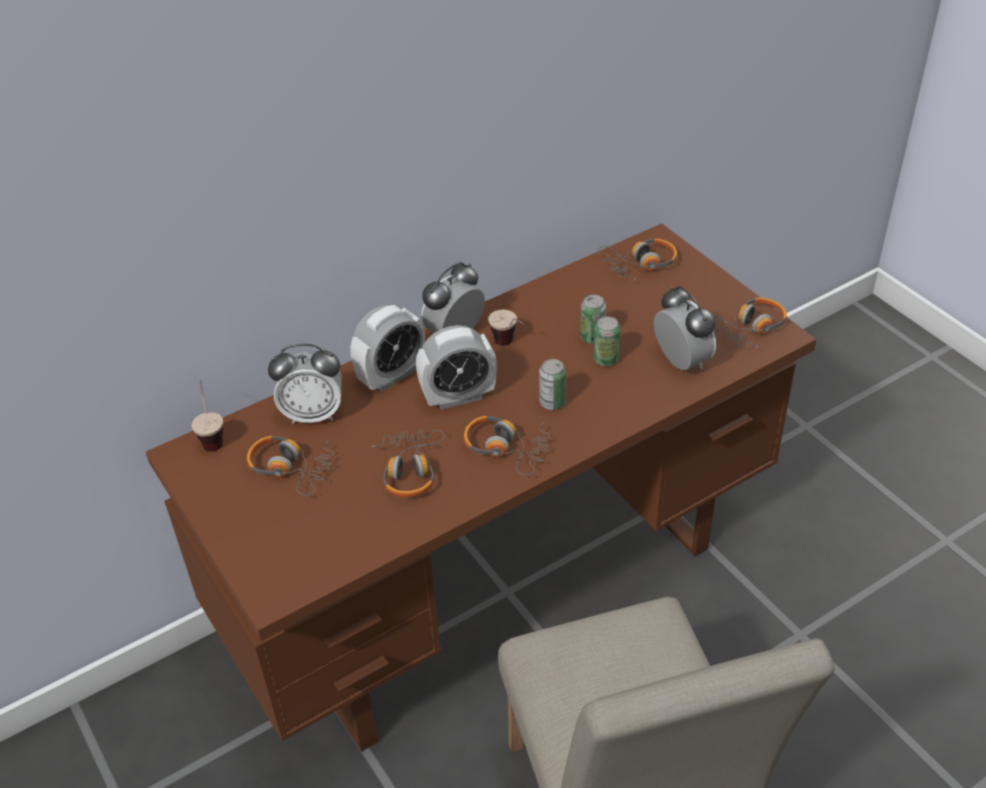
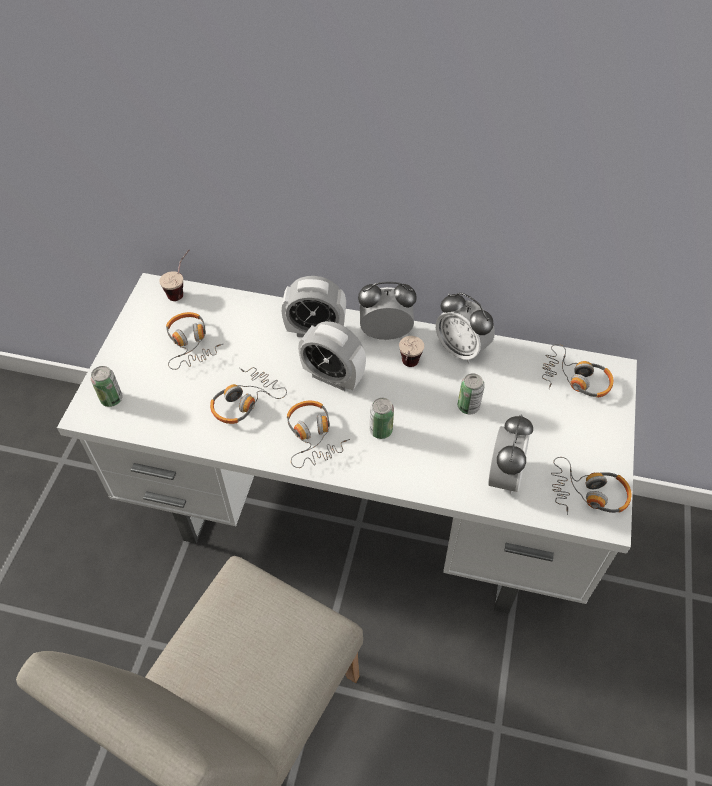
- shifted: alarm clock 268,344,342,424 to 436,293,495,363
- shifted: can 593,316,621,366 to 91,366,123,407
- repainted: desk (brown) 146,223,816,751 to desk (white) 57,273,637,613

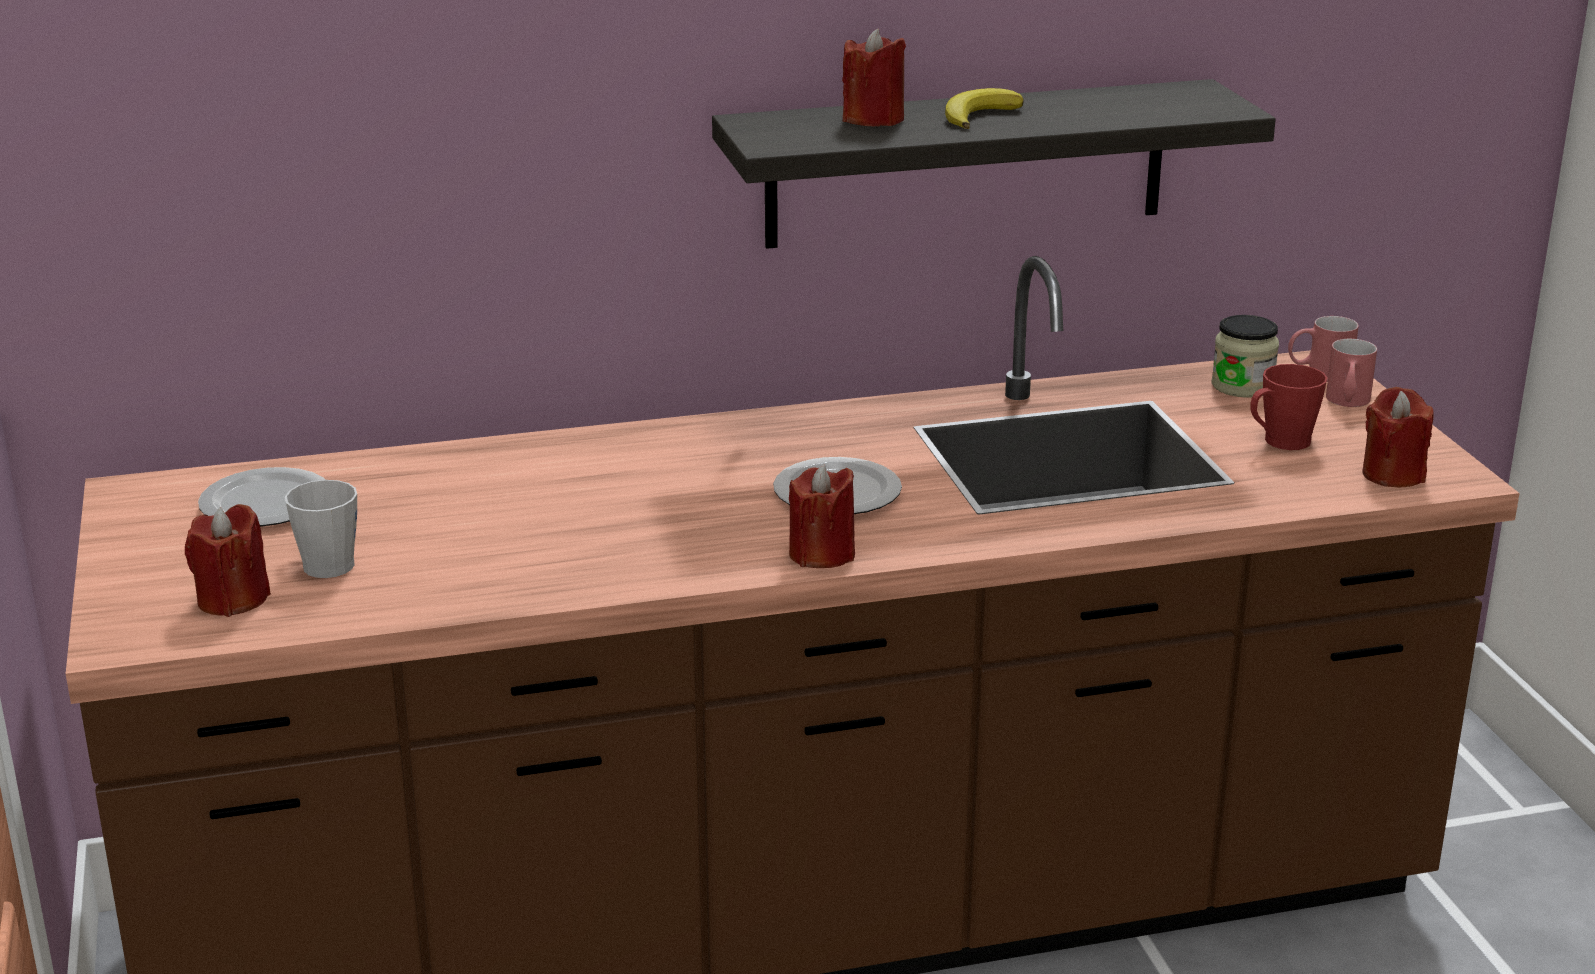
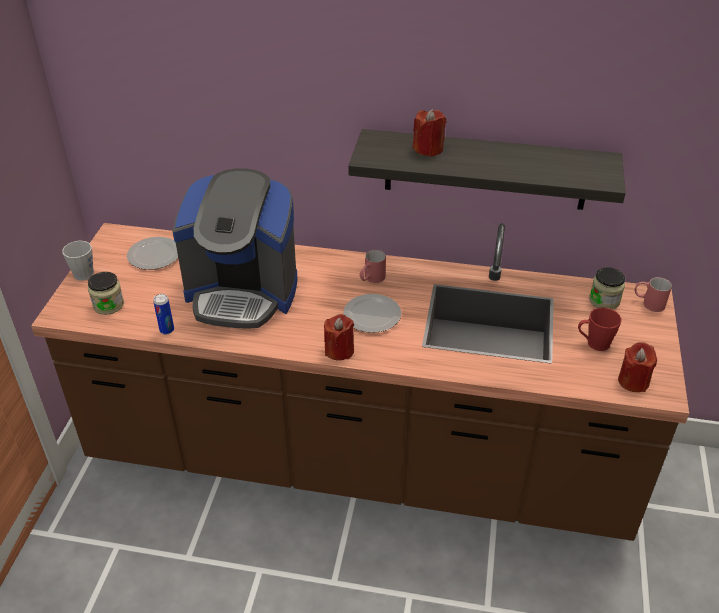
- gone: banana 945,88,1024,129
- new: can 153,294,174,334
- new: coffee machine 172,168,298,329
- shifted: mug (grey) 285,480,357,578 to 62,240,94,281
- shifted: mug (red) 1326,339,1377,407 to 359,250,386,283
- swapped: candle (red) 185,504,271,617 to jar 88,272,124,315

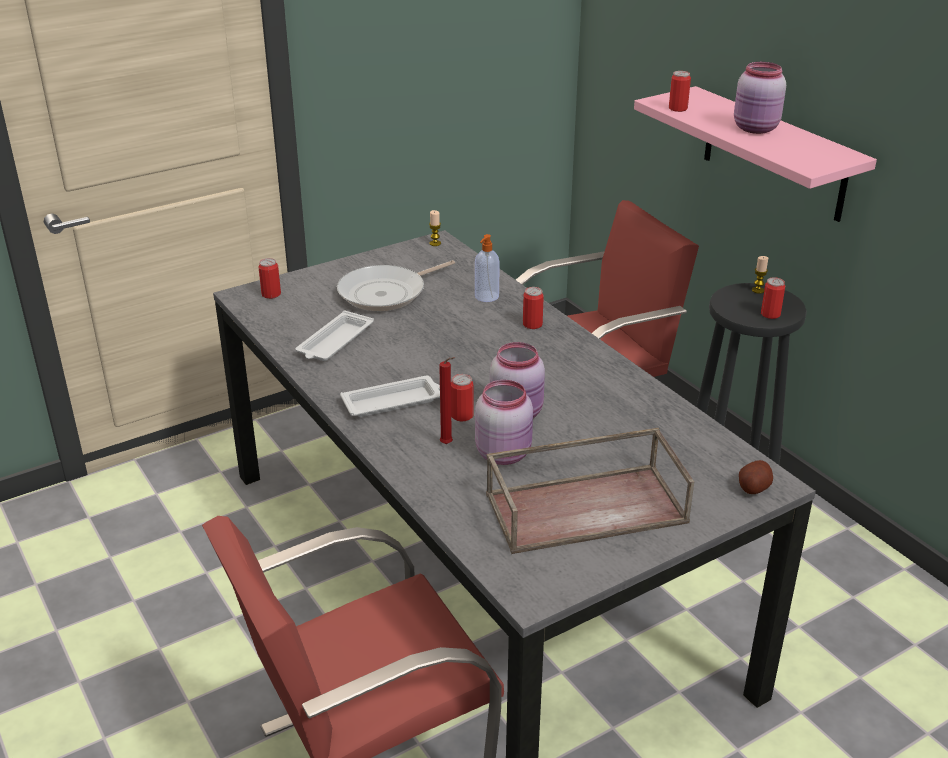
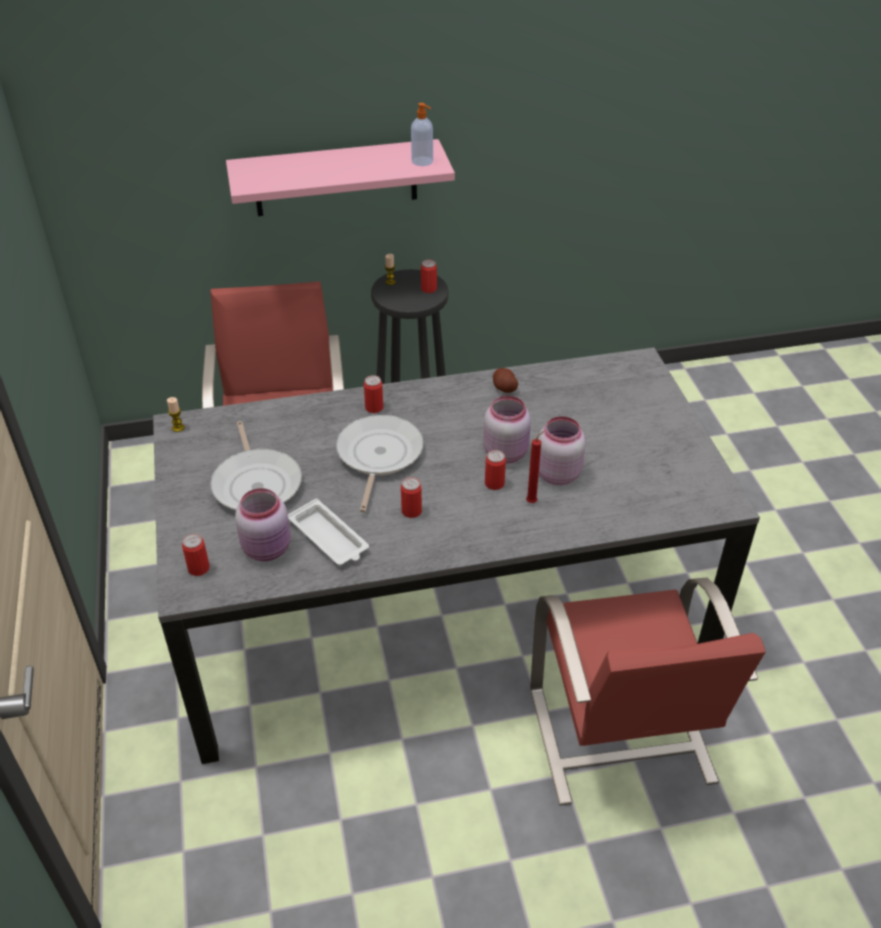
- gone: tray (white) 340,376,440,417
- gone: tray (brown) 486,428,694,554
- new: frying pan 336,415,424,512
- shifted: soap dispenser 475,234,500,302 to 411,103,433,166
- shifted: can 669,71,691,112 to 401,477,422,518
- shifted: jar (pink) 734,62,786,134 to 235,488,290,561
- shifted: potato 739,460,773,494 to 493,368,518,393

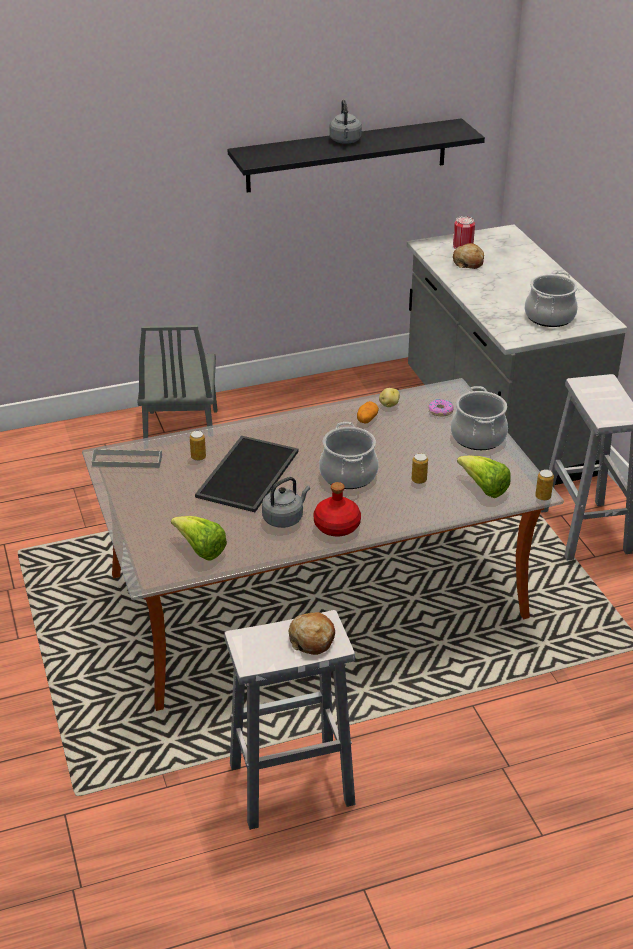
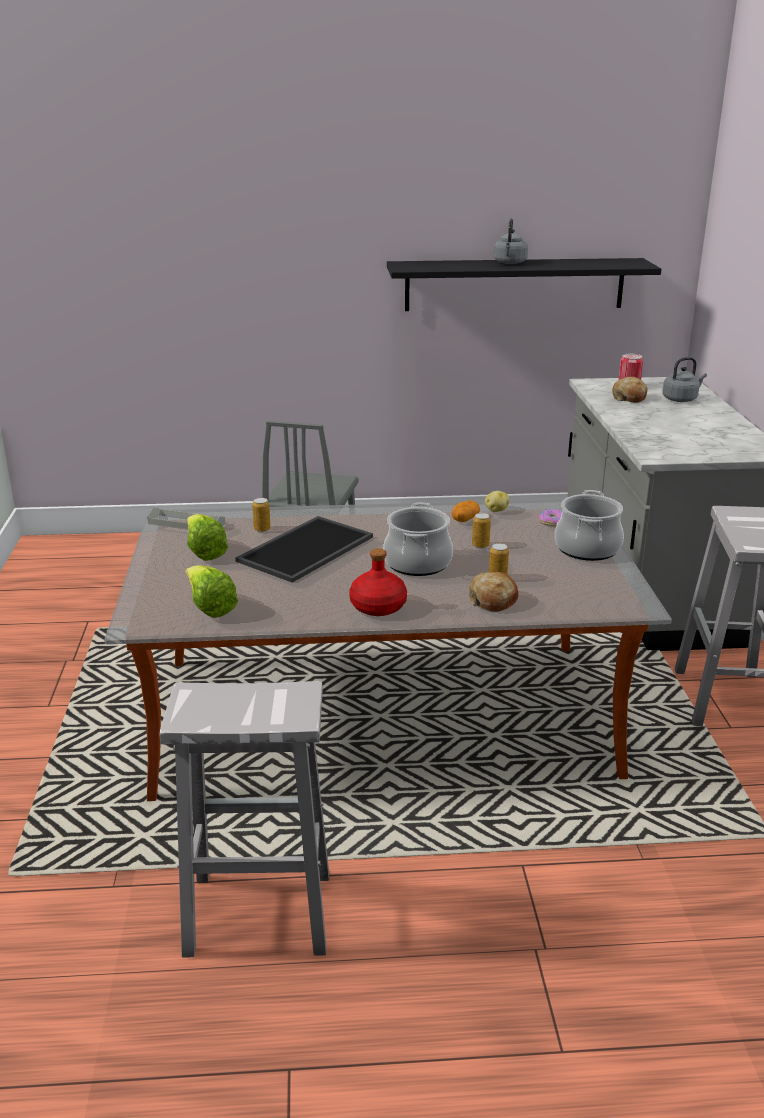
- gone: cooking pot 525,271,578,327
- shifted: kettle (grey) 262,477,310,528 to 662,357,707,402
- shifted: bread 289,612,335,655 to 469,572,518,612
- shifted: lettuce 457,456,511,498 to 187,514,228,561
- shifted: can 535,469,554,501 to 472,513,491,549

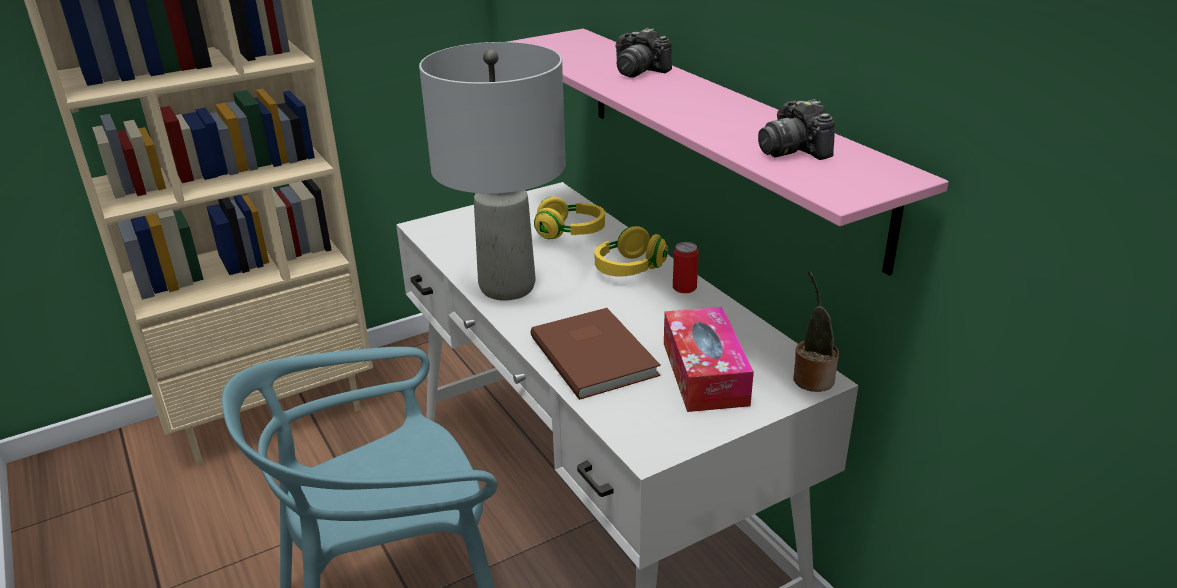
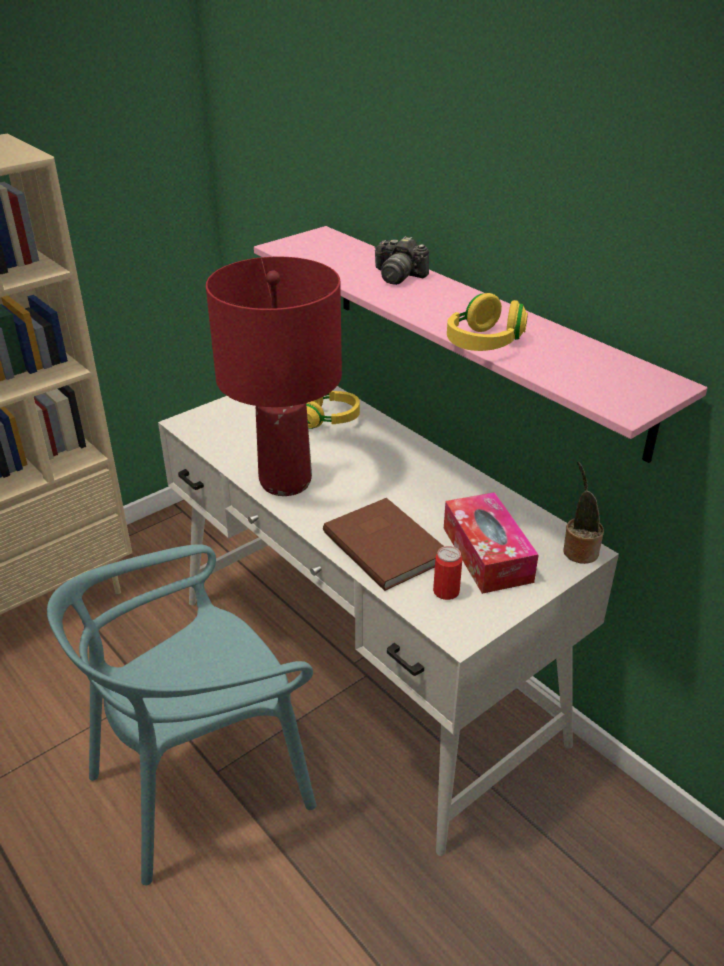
- gone: photo camera 758,99,835,160
- shifted: headphones (yellow) 595,226,668,277 to 447,293,528,351
- shifted: can 673,242,699,293 to 433,546,462,600
- repainted: table lamp (grey) 419,42,566,301 to table lamp (red) 206,257,342,496

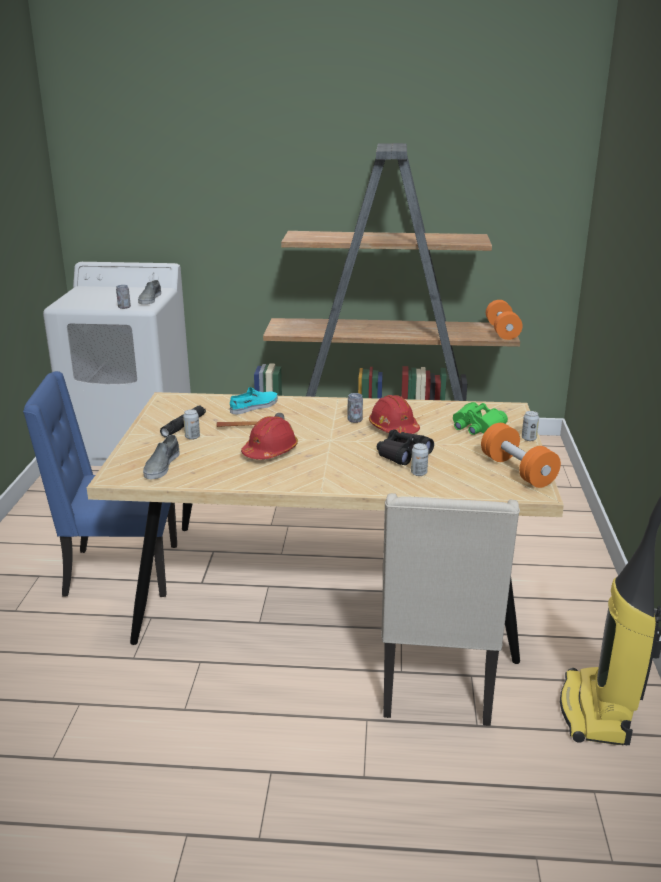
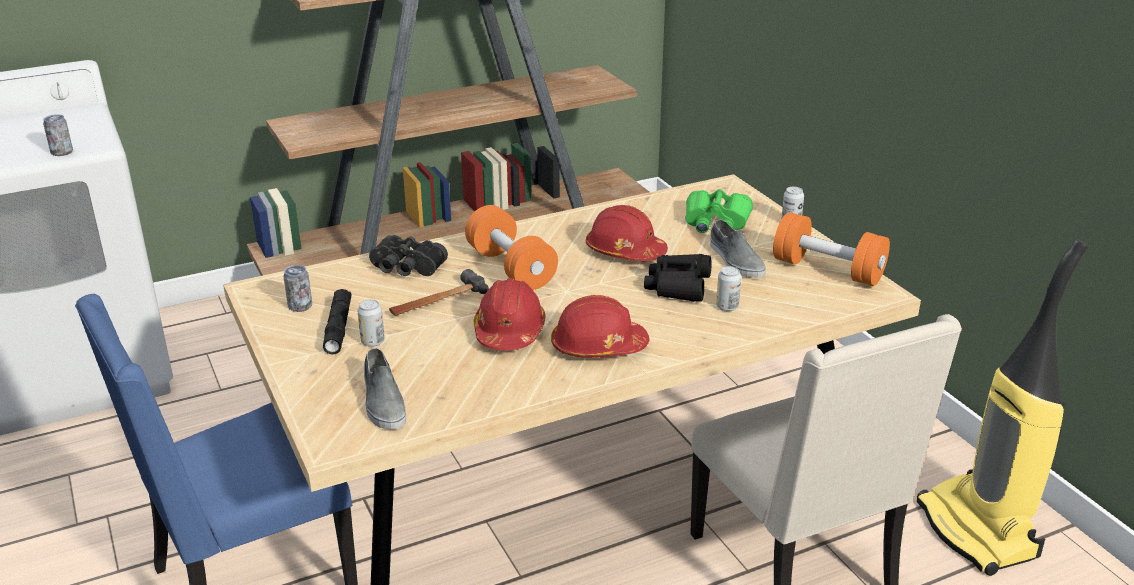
- new: hard hat (red) 551,295,649,358
- shifted: shoe (grey) 138,280,161,304 to 710,219,766,278
- shifted: can 347,393,363,423 to 283,265,312,312
- shifted: dumbbell (orange) 486,300,523,340 to 465,205,558,290
- swapped: shoe (turquoise) 230,387,278,414 to binoculars (black) 369,235,448,276

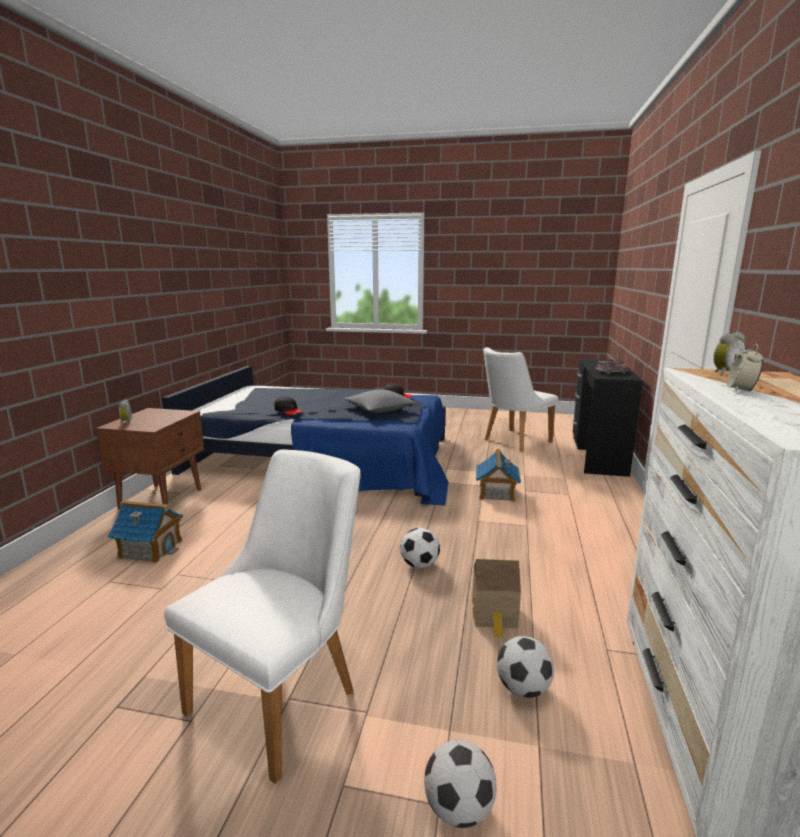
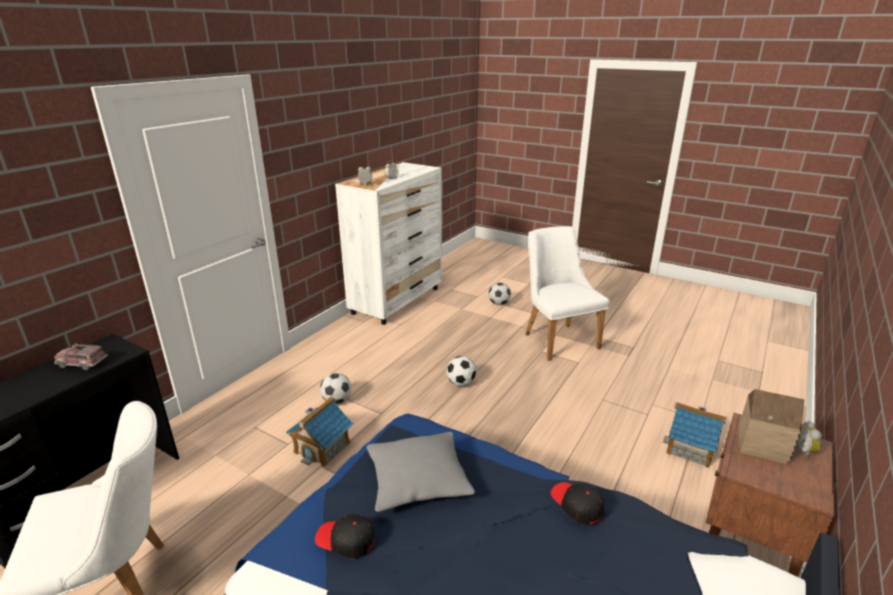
- shifted: toy house 472,559,521,638 to 738,389,805,465
- shifted: football 497,636,554,698 to 320,373,352,404
- rotated: chair (white) 164,449,361,784 = 525,226,610,361 105 degrees clockwise

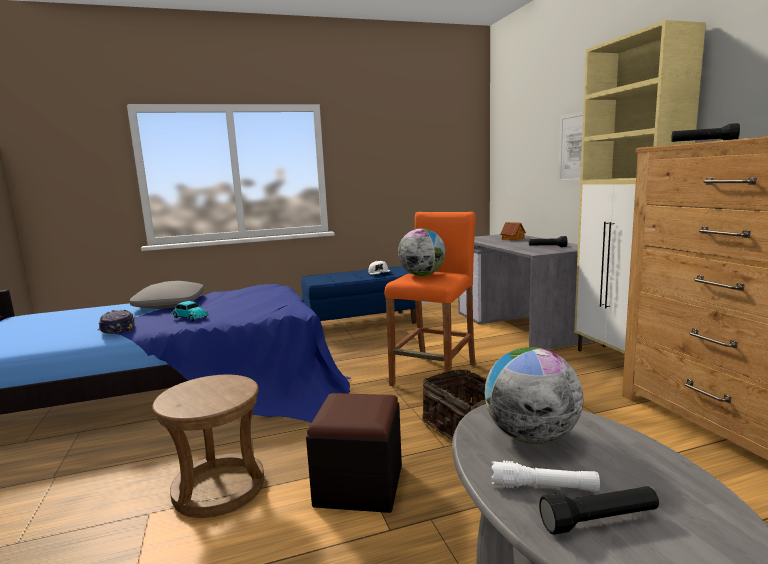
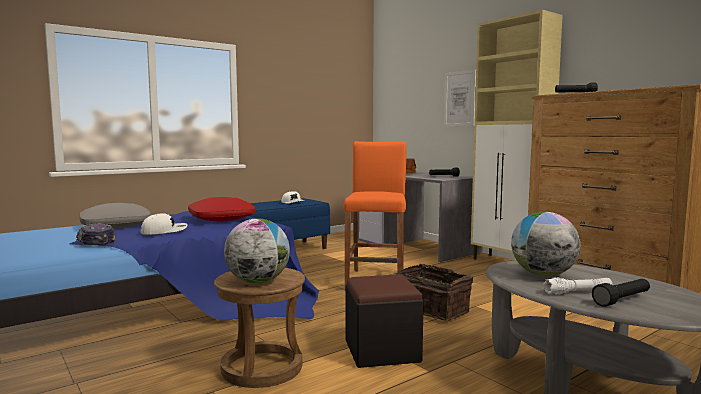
- new: pillow (red) 188,197,255,222
- shifted: globe 398,228,445,276 to 224,218,290,284
- swapped: toy car 171,301,209,321 to cap (white) 141,213,188,235

